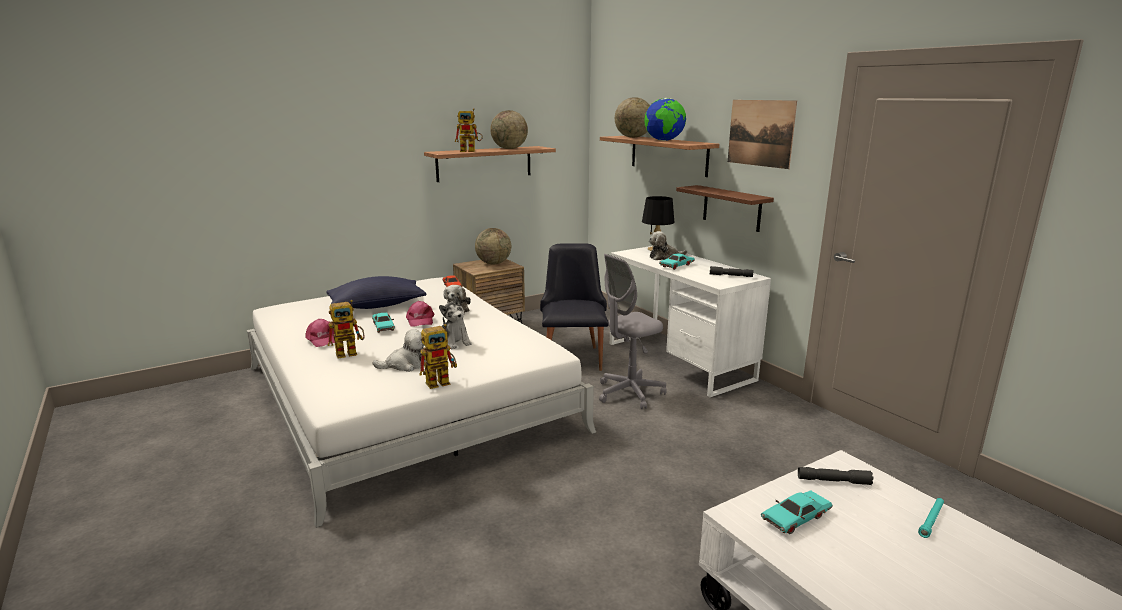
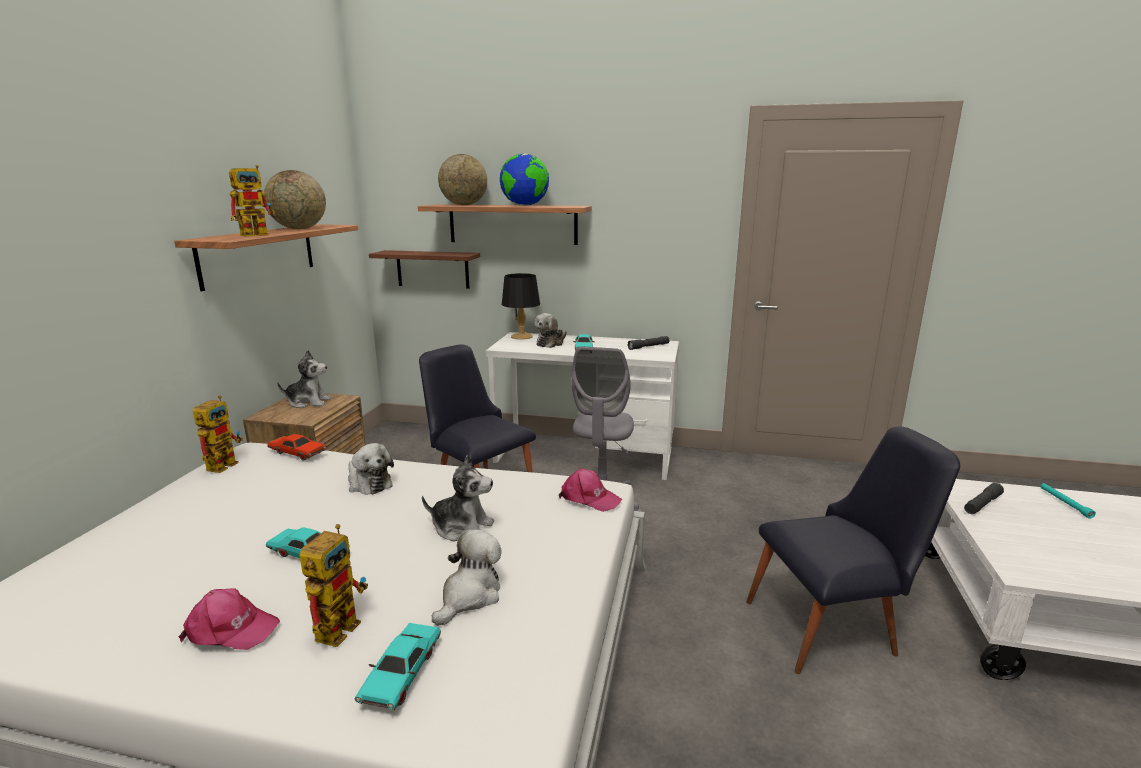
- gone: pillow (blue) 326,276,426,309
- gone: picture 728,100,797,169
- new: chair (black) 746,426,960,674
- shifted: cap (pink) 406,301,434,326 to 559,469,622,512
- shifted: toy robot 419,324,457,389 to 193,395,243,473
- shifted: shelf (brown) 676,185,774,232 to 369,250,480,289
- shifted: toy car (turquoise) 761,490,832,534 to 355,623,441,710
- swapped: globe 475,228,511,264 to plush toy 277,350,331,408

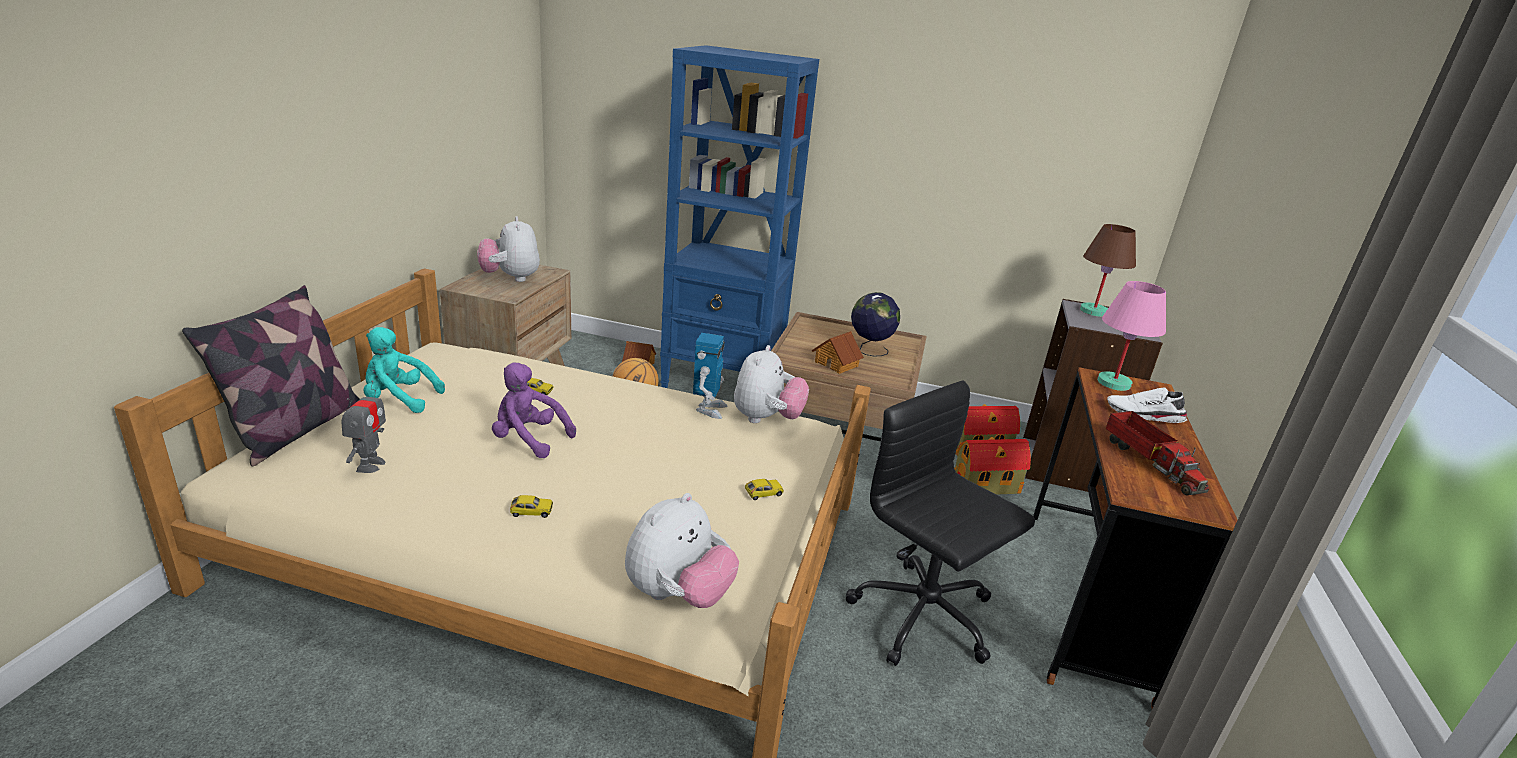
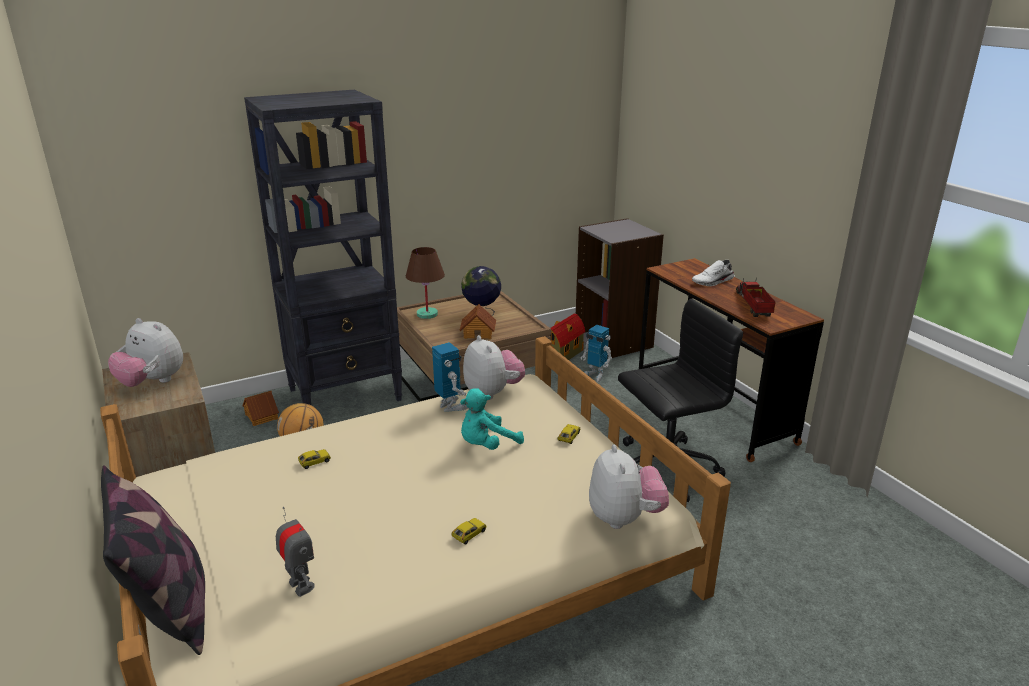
- gone: plush toy (purple) 492,363,576,458
- gone: table lamp (pink) 1097,281,1166,391
- shifted: plush toy (turquoise) 364,327,445,413 to 460,388,524,450
- shifted: table lamp (brown) 1080,224,1136,317 to 406,247,445,319
- swapped: toy house 954,437,1031,494 to toy robot 581,325,612,382
- repainted: bookcase (blue) 660,45,819,388 to bookcase (black) 244,90,402,405
- rotated: office chair (black) 846,380,1035,666 = 618,299,743,502 150 degrees clockwise
- rotated: toy truck 1106,411,1209,496 = 736,278,776,317 120 degrees counterclockwise

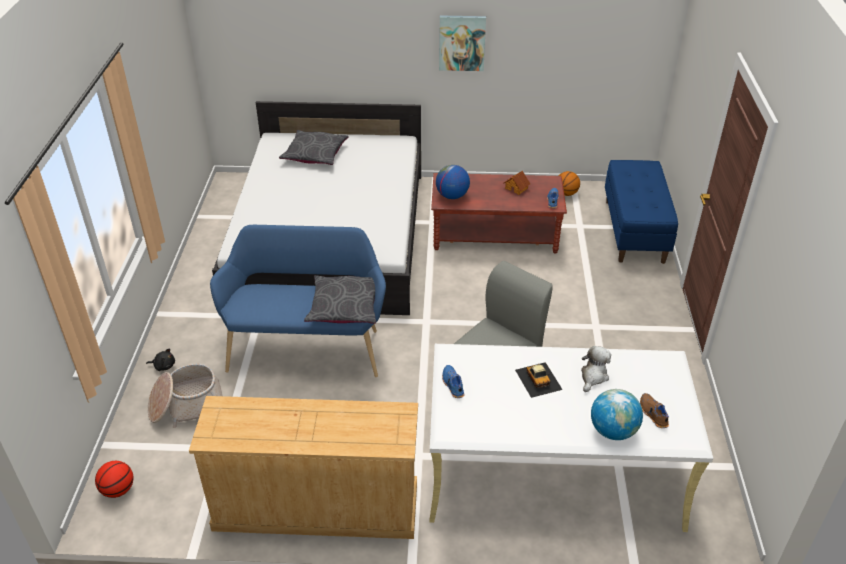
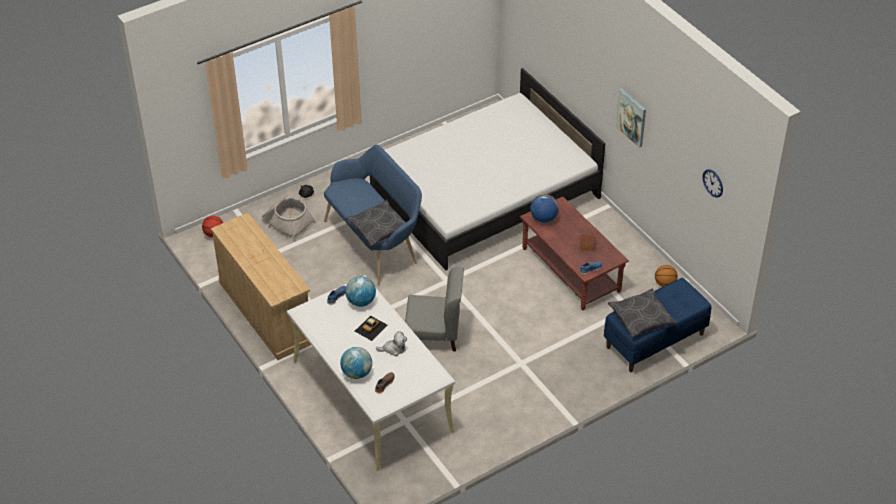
- new: globe 345,276,376,307
- new: wall clock 703,169,723,198
- shifted: pillow (grey) 279,130,349,165 to 608,289,677,338

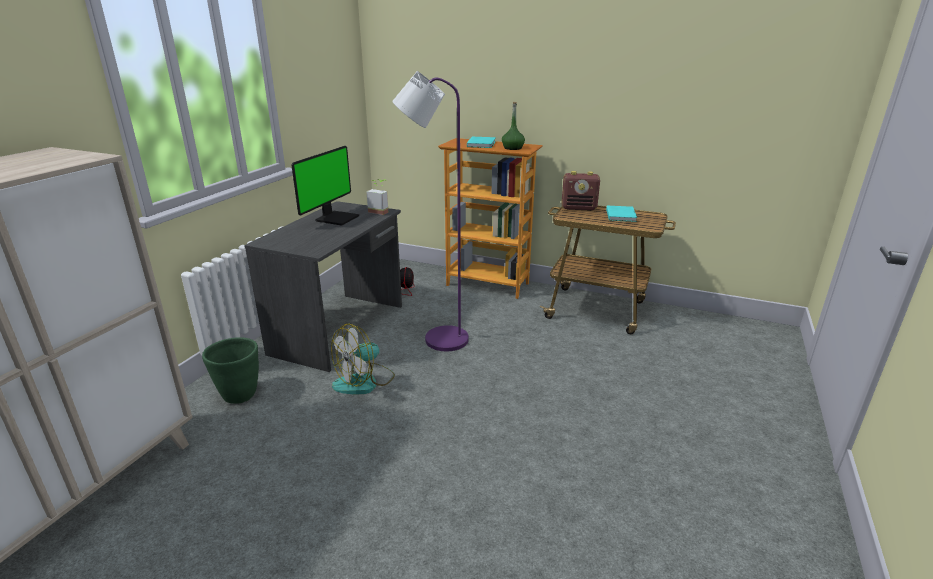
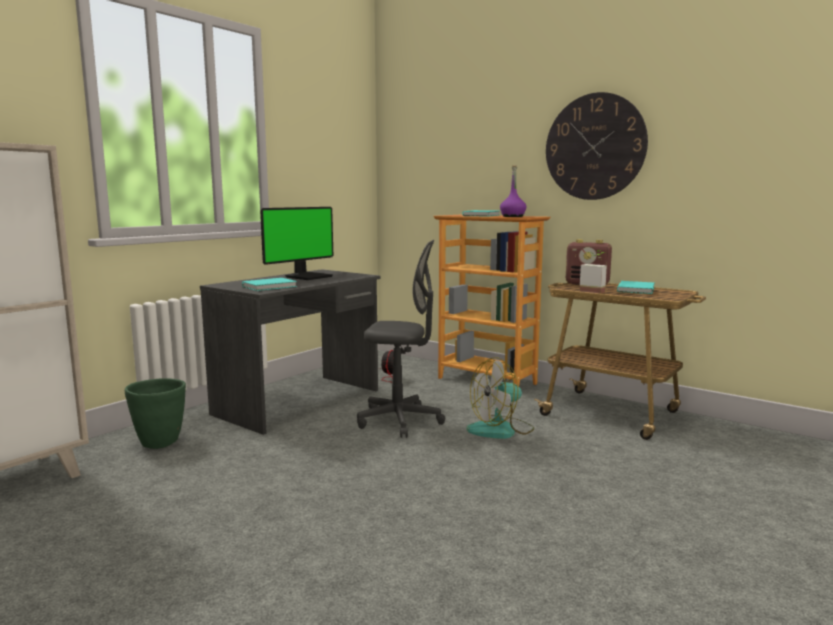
- new: book (turquoise) 242,278,297,291
- new: wall clock 546,92,648,200
- shifted: fan 331,323,395,395 to 466,357,534,439
- shifted: potted plant 367,179,388,215 to 579,250,607,293
- swapped: floor lamp (purple) 392,71,469,351 to office chair (grey) 357,240,446,438
- repainted: bottle (green) 502,102,525,150 to bottle (purple) 500,165,526,217

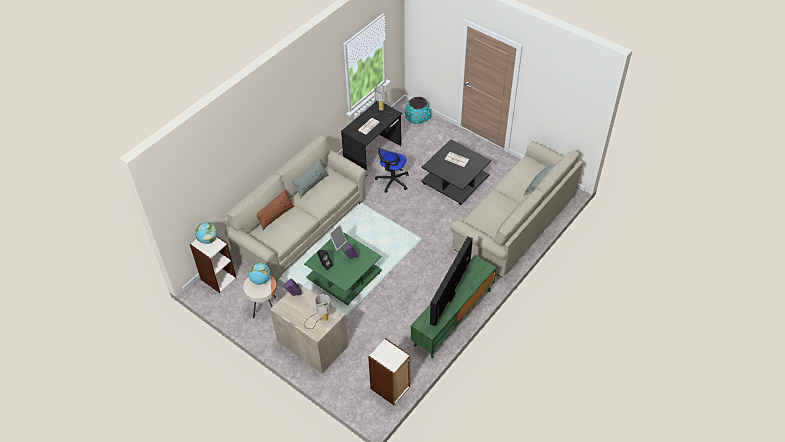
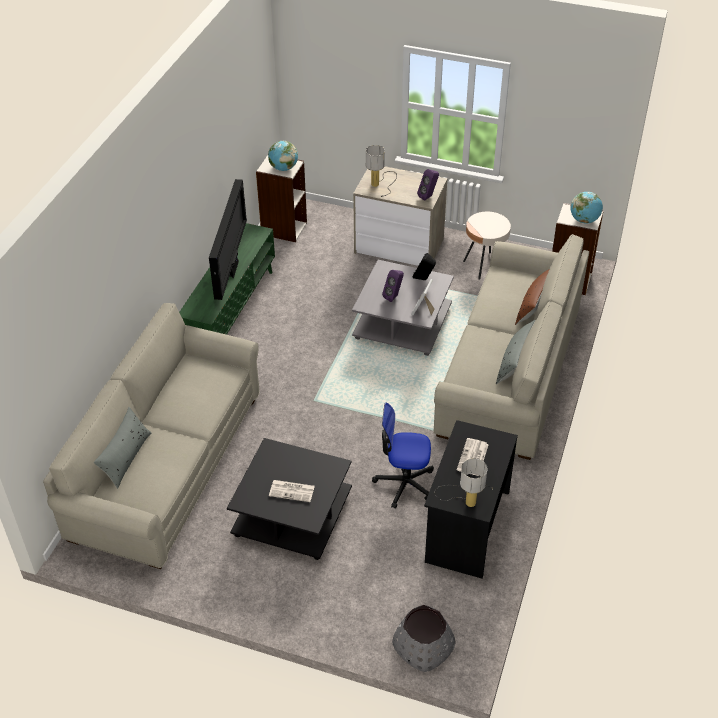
- shifted: globe 248,262,271,285 to 268,141,298,171
- repainted: coffee table (green) 304,233,382,305 to coffee table (grey) 352,260,454,356
- repainted: planter (turquoise) 405,97,431,124 to planter (grey) 392,605,456,672
- rotated: office chair 375,148,409,193 = 372,403,434,509 90 degrees counterclockwise

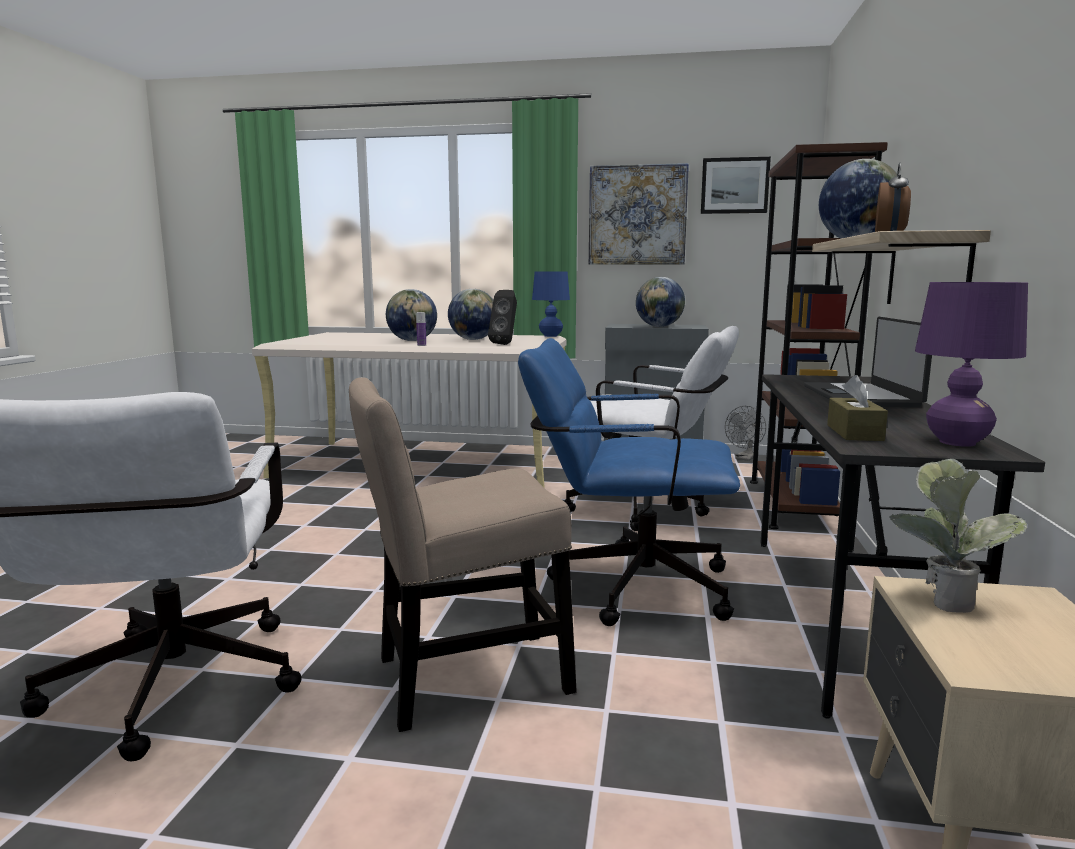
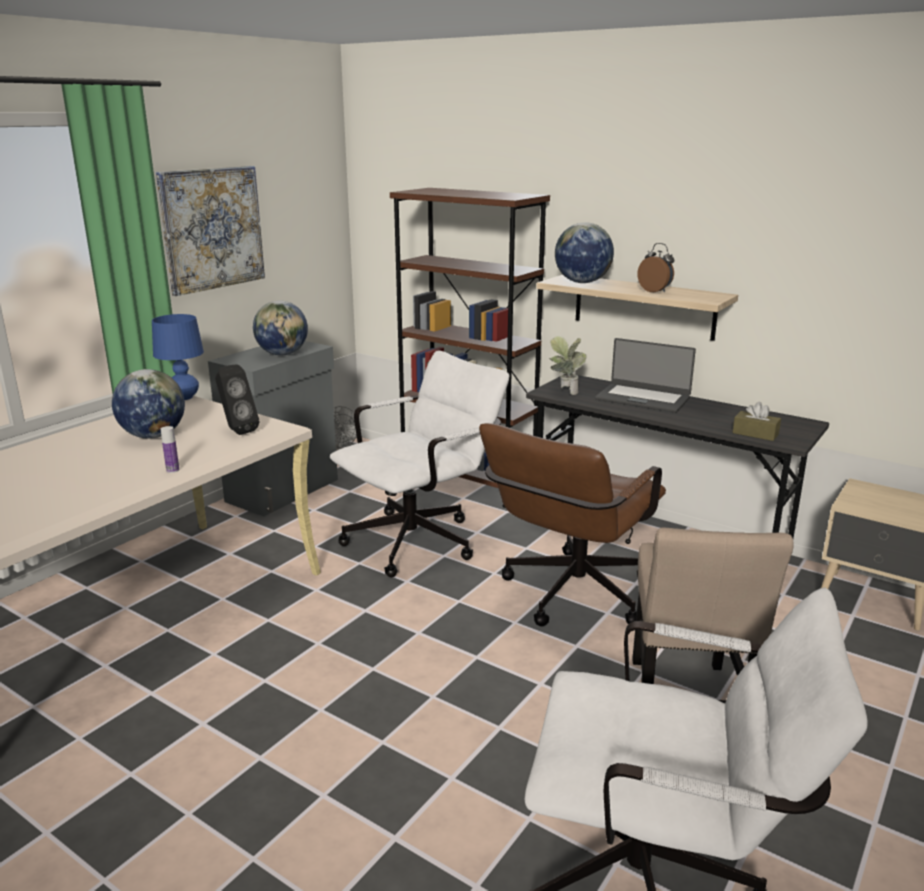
- gone: globe 386,289,437,341
- gone: picture 701,157,771,214
- gone: table lamp (purple) 915,282,1028,447
- shifted: potted plant 889,459,1027,613 to 549,336,587,395
- repainted: office chair (blue) 518,338,740,626 to office chair (brown) 479,423,666,626

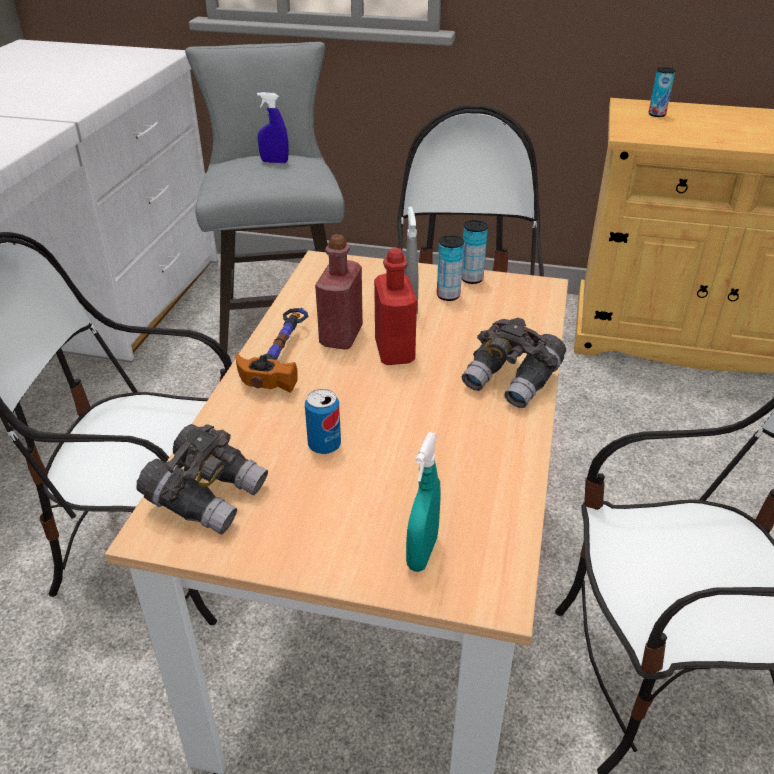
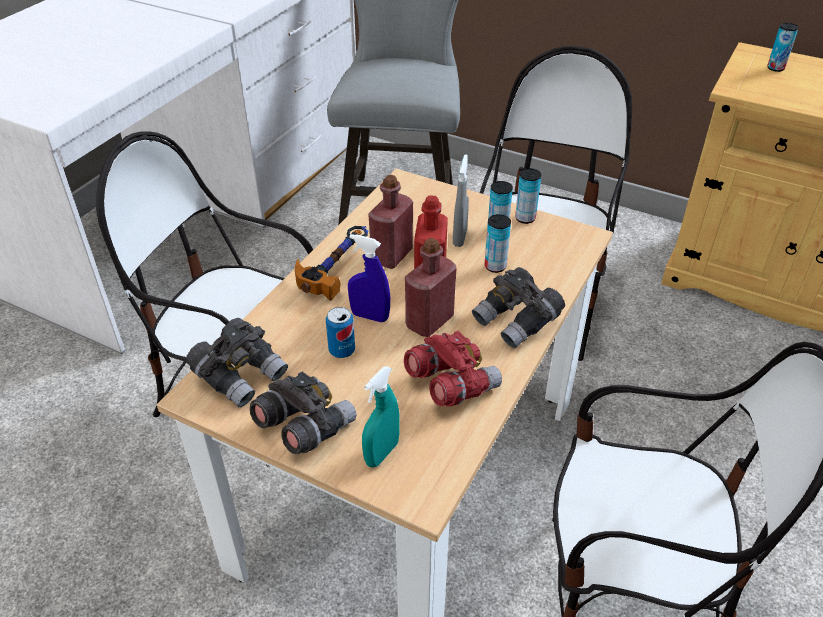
- new: binoculars (grey) 250,371,356,454
- new: binoculars (red) 404,331,502,407
- new: bottle (red) 405,238,457,337
- new: can 484,214,511,273
- shifted: spray bottle (blue) 257,92,289,163 to 348,234,390,322

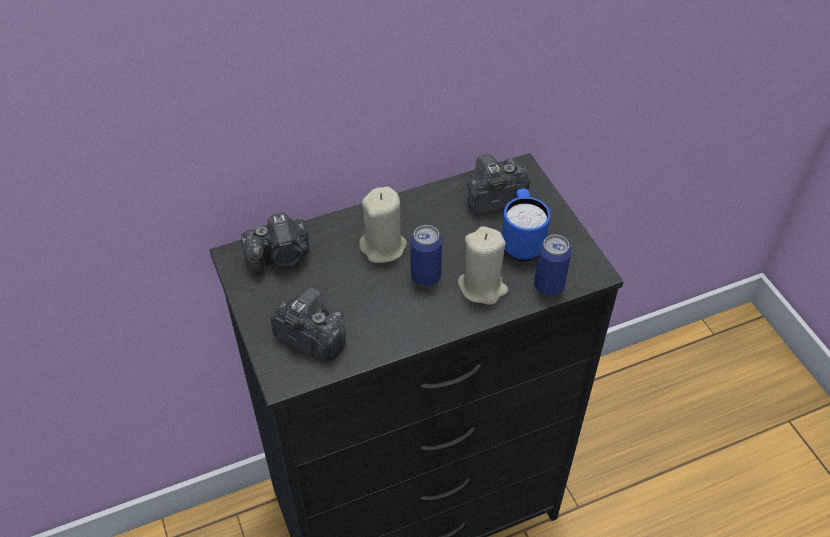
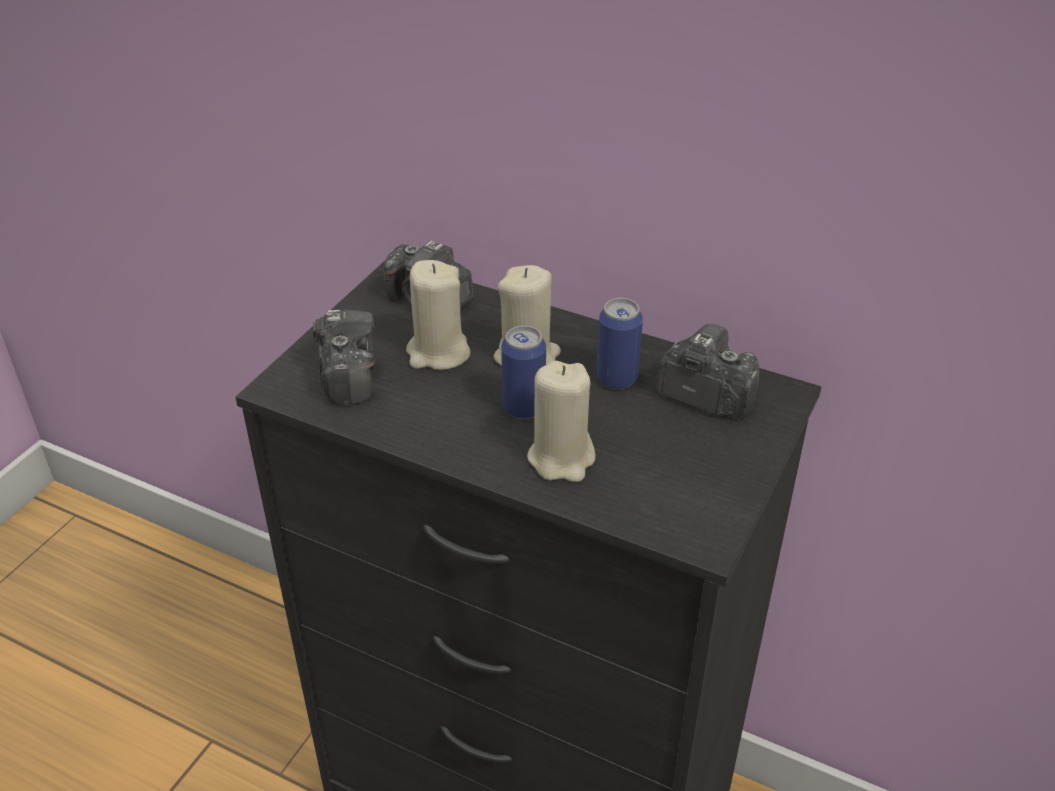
- gone: mug (blue) 502,189,550,261
- new: candle (beige) 406,260,470,370
- shifted: can 534,235,572,296 to 596,298,643,389

